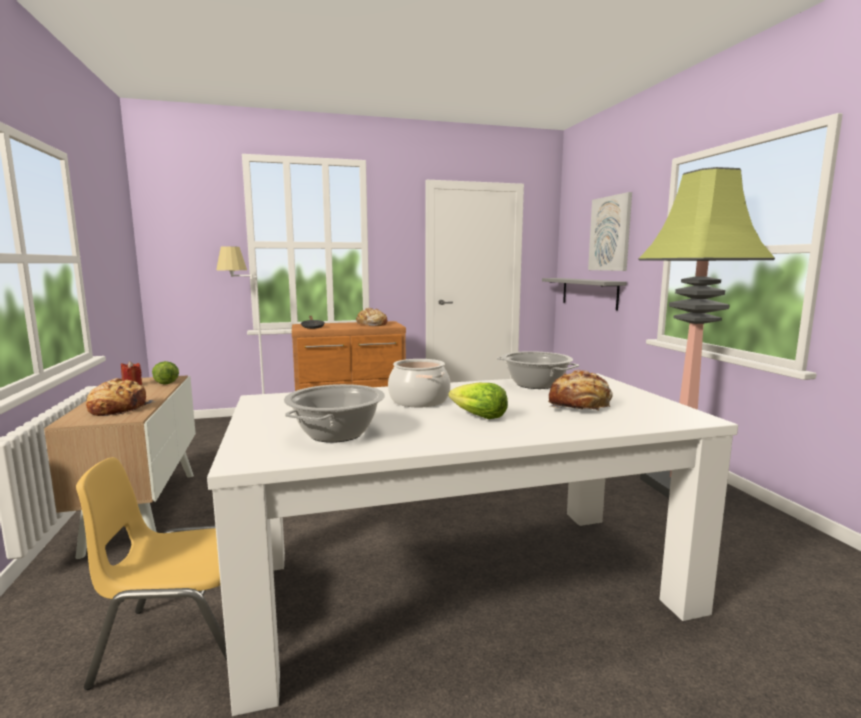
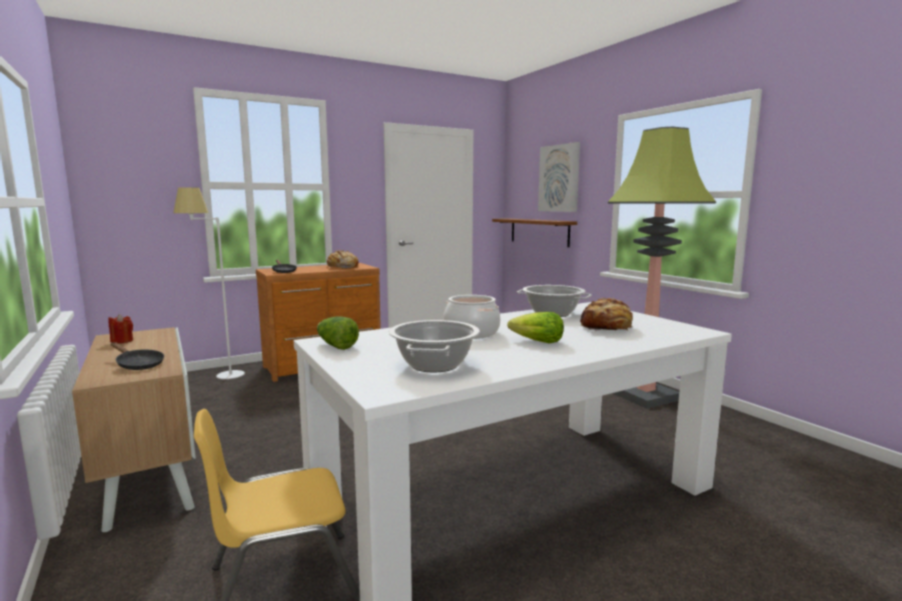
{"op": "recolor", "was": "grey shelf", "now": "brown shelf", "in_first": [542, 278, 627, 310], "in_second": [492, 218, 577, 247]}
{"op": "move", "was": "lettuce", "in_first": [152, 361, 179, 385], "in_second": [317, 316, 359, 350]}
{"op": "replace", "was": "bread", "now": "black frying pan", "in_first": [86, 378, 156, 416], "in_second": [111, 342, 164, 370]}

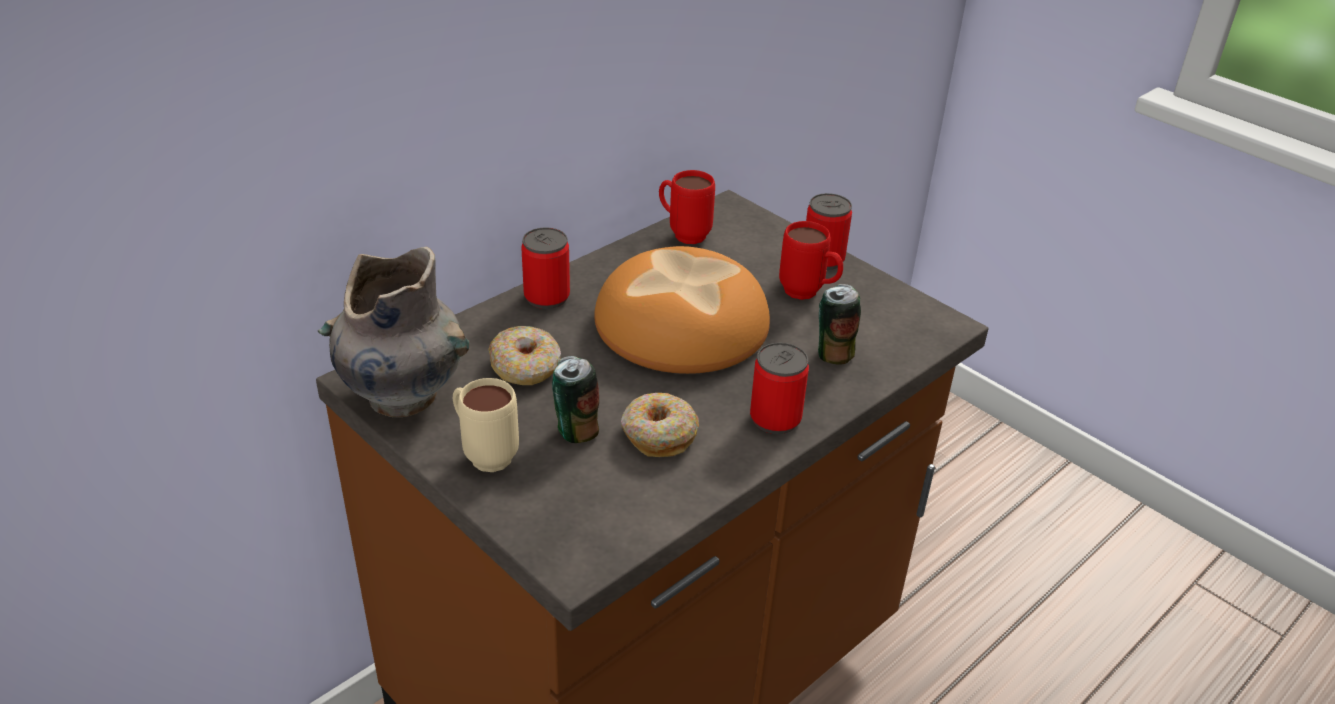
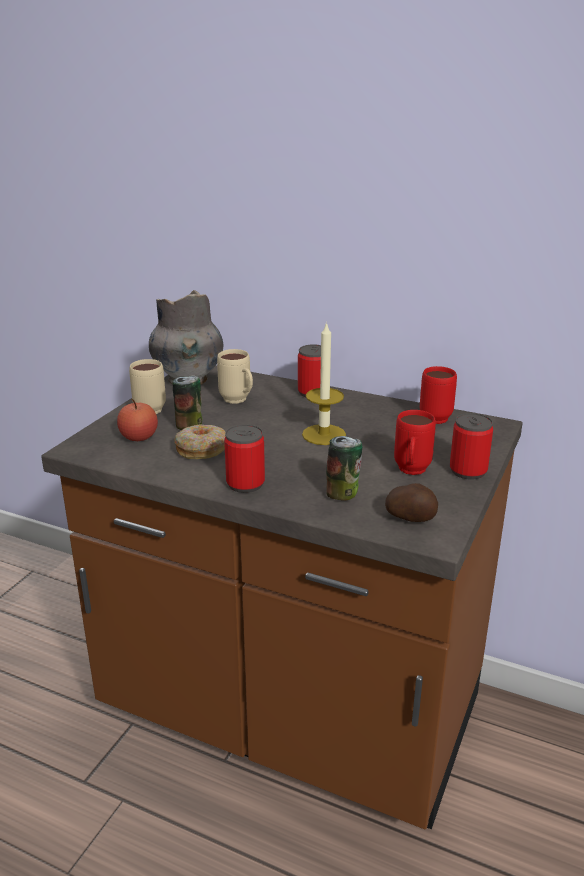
{"op": "replace", "was": "bread", "now": "candle", "in_first": [594, 246, 770, 374], "in_second": [302, 321, 346, 445]}
{"op": "replace", "was": "donut", "now": "beige mug", "in_first": [489, 326, 561, 385], "in_second": [217, 349, 253, 404]}
{"op": "insert", "now": "apple", "in_second": [117, 398, 158, 441]}
{"op": "insert", "now": "potato", "in_second": [385, 483, 438, 522]}

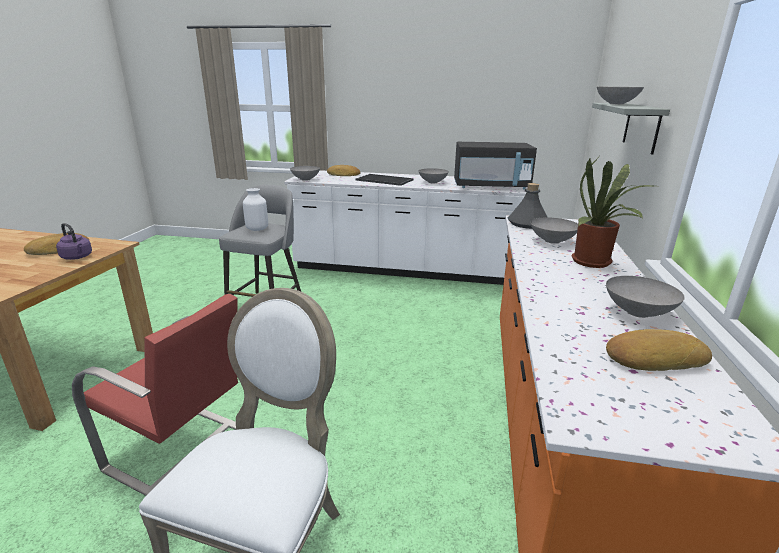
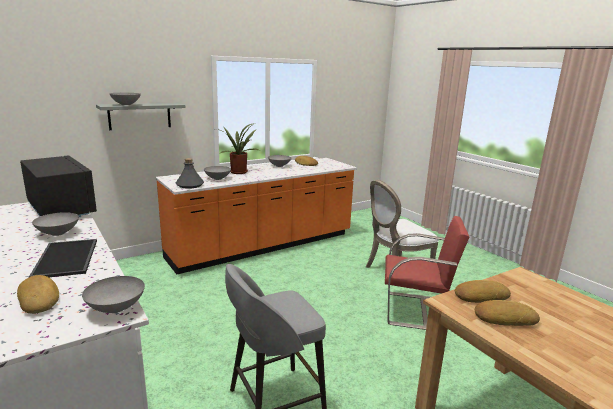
{"op": "delete", "was": "white vase", "in_first": [243, 188, 268, 231]}
{"op": "replace", "was": "purple kettle", "now": "bread", "in_first": [56, 223, 92, 260], "in_second": [455, 280, 511, 303]}
{"op": "rotate", "was": "red chair", "in_first": [72, 294, 238, 496], "in_second": [385, 216, 469, 330], "clockwise": 120}

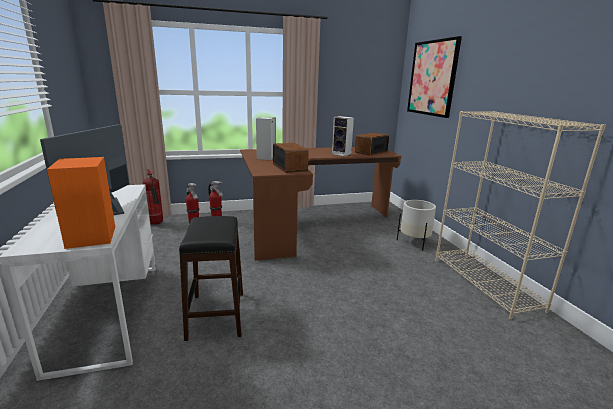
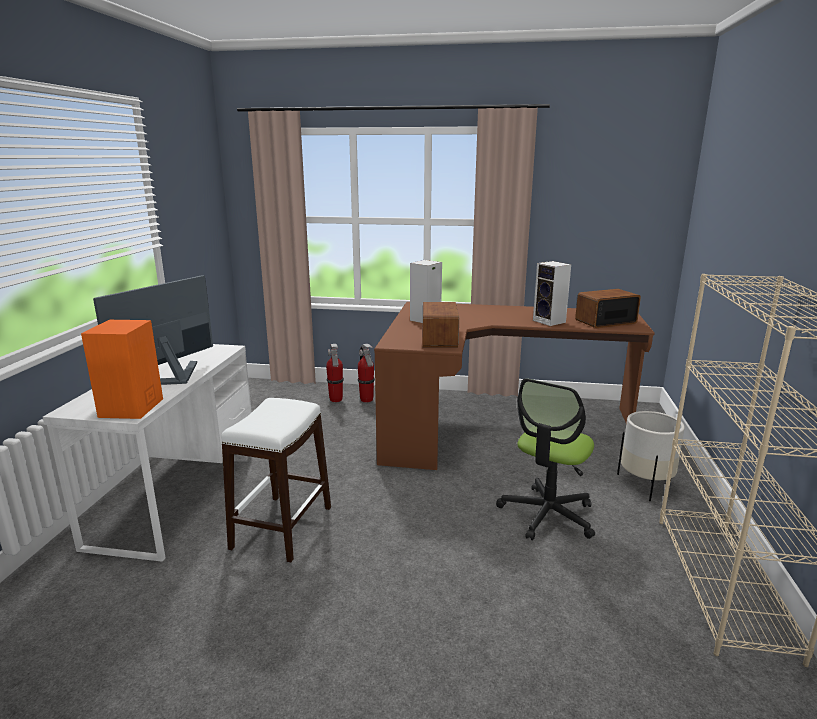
{"op": "delete", "was": "picture", "in_first": [407, 36, 462, 118]}
{"op": "delete", "was": "fire extinguisher", "in_first": [143, 169, 163, 225]}
{"op": "recolor", "was": "black stool", "now": "white stool", "in_first": [179, 216, 243, 341], "in_second": [221, 398, 331, 562]}
{"op": "insert", "now": "office chair", "in_second": [496, 378, 595, 540]}

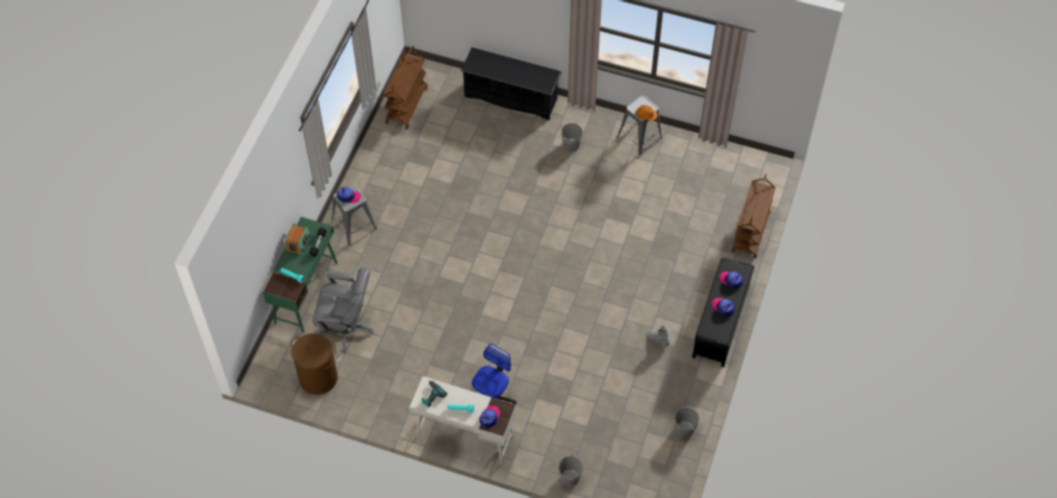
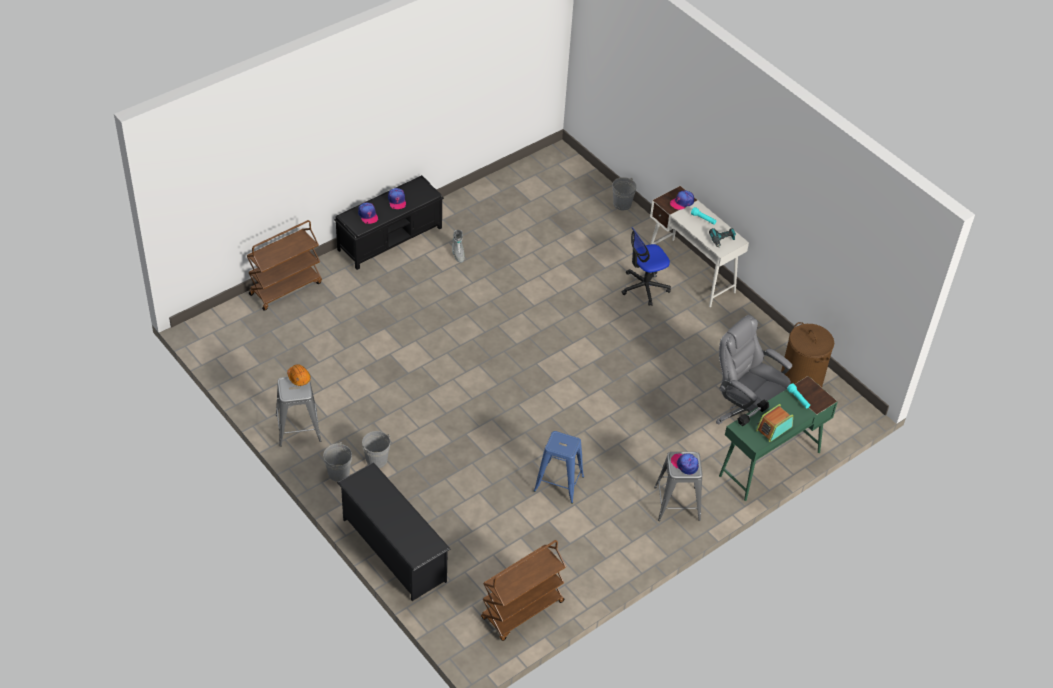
{"op": "move", "was": "grey bucket", "in_first": [675, 406, 699, 438], "in_second": [323, 442, 352, 482]}
{"op": "insert", "now": "blue stool", "in_second": [534, 431, 584, 504]}

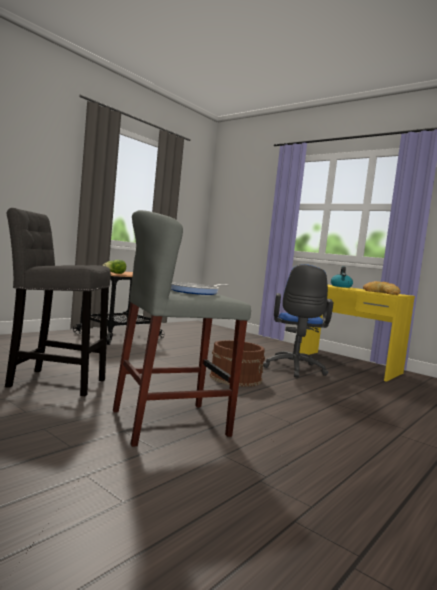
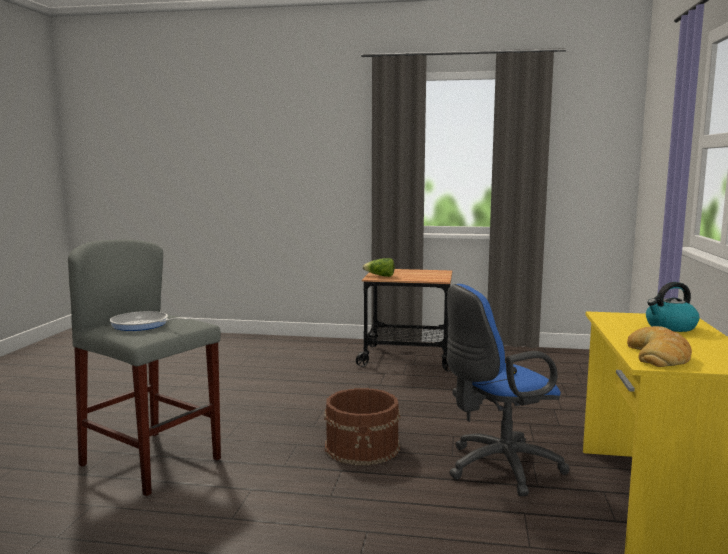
{"op": "delete", "was": "grey stool", "in_first": [5, 208, 111, 396]}

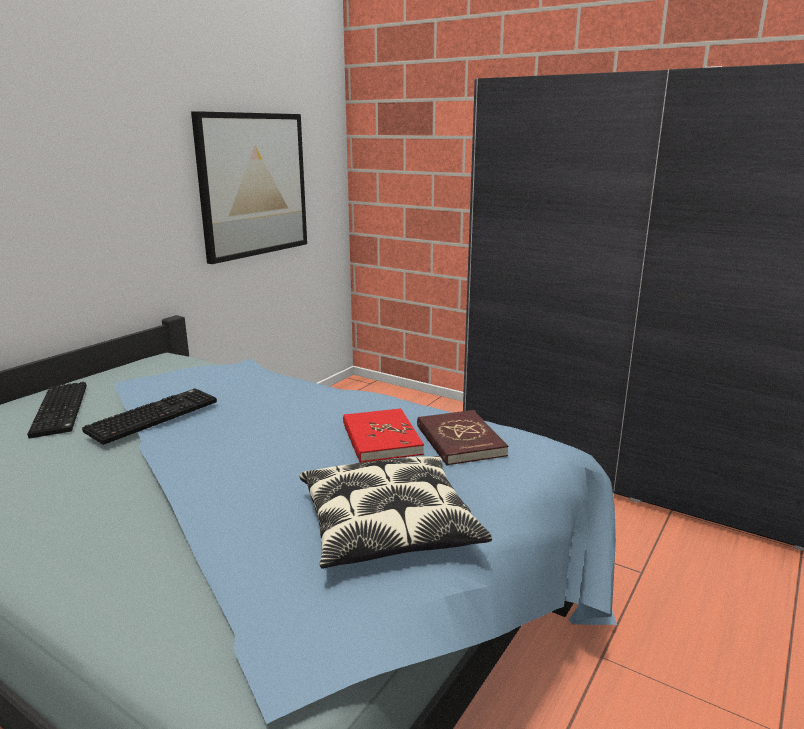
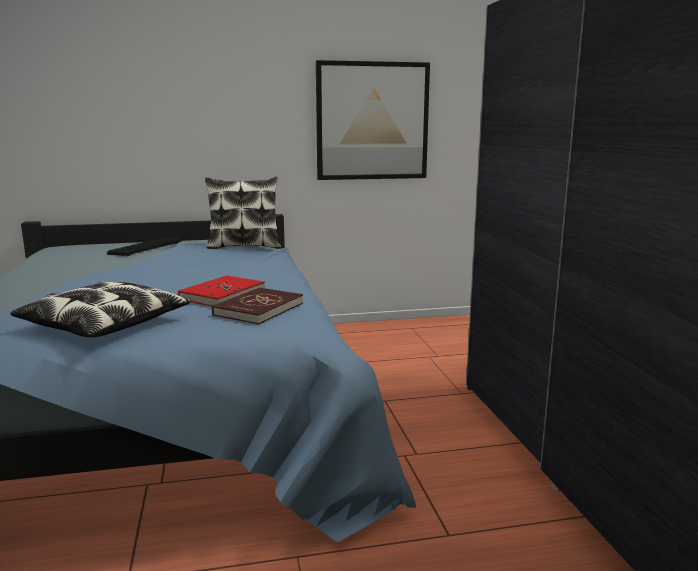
{"op": "delete", "was": "keyboard", "in_first": [82, 388, 217, 445]}
{"op": "insert", "now": "pillow", "in_second": [205, 177, 281, 249]}

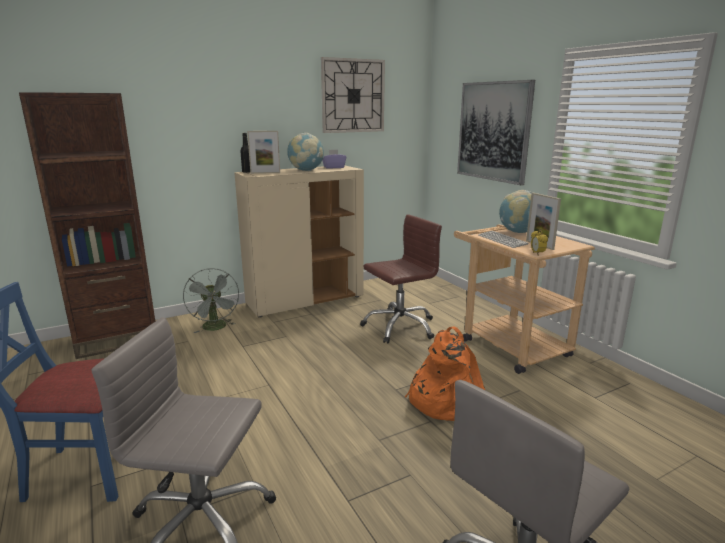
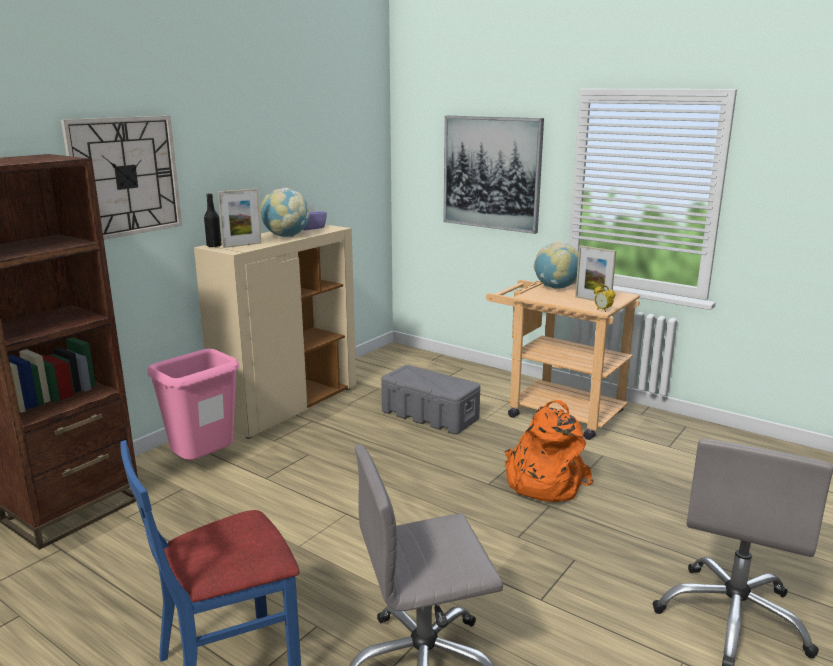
{"op": "move", "was": "wall clock", "in_first": [321, 57, 385, 133], "in_second": [61, 116, 182, 240]}
{"op": "replace", "was": "brown office chair", "now": "grey storage box", "in_first": [360, 214, 442, 343], "in_second": [381, 365, 480, 434]}
{"op": "delete", "was": "keyboard", "in_first": [478, 231, 529, 248]}
{"op": "replace", "was": "grey fan", "now": "pink trash can", "in_first": [183, 268, 239, 333], "in_second": [148, 349, 239, 460]}

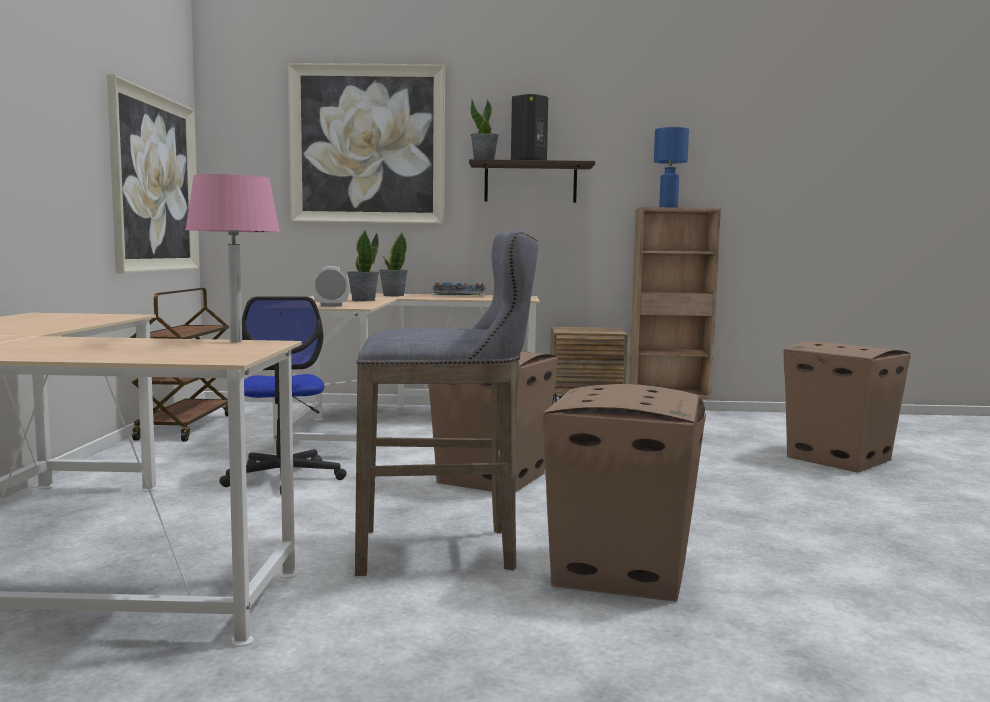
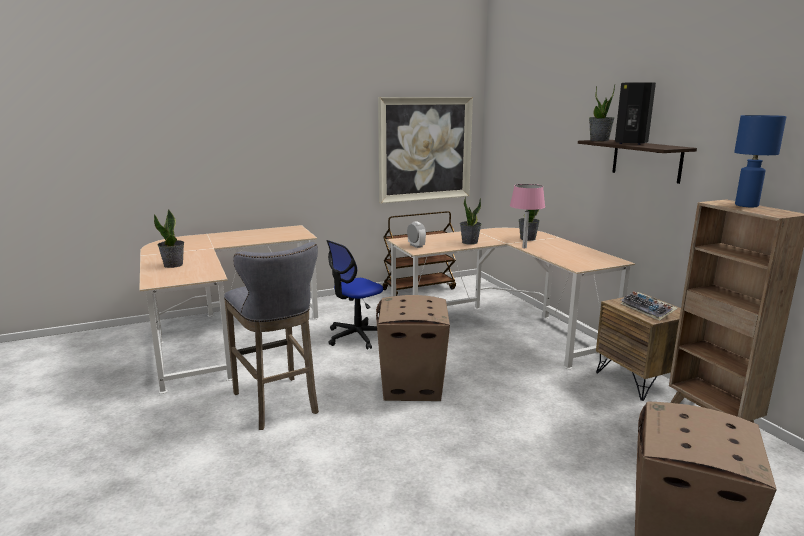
{"op": "delete", "was": "picture", "in_first": [288, 63, 445, 224]}
{"op": "move", "was": "pink table lamp", "in_first": [185, 174, 280, 342], "in_second": [510, 184, 545, 248]}
{"op": "move", "was": "keyboard", "in_first": [431, 282, 486, 296], "in_second": [621, 291, 678, 321]}
{"op": "delete", "was": "cardboard box", "in_first": [542, 384, 706, 602]}
{"op": "insert", "now": "potted plant", "in_second": [154, 210, 184, 268]}

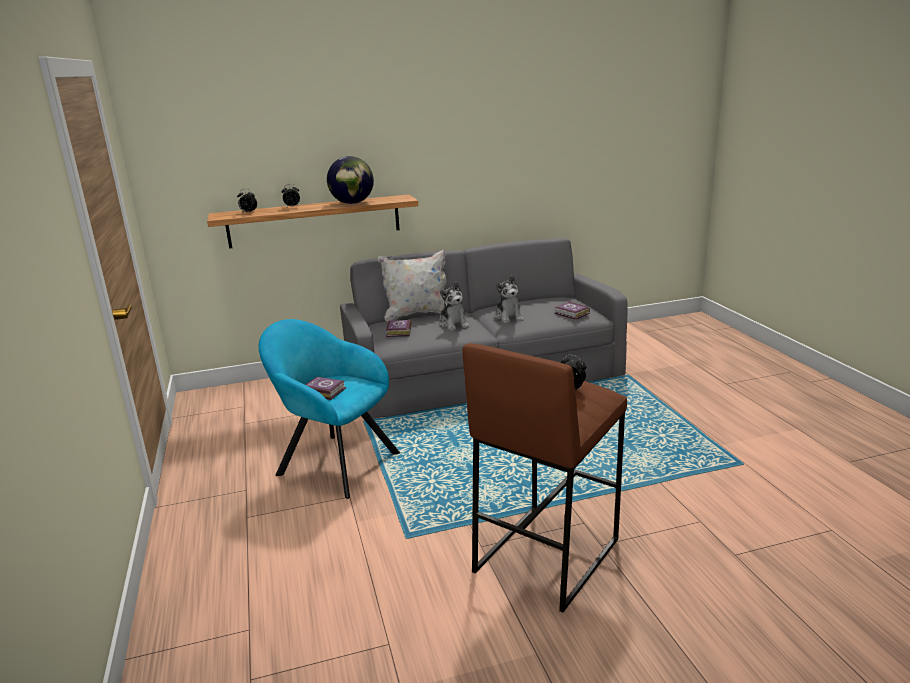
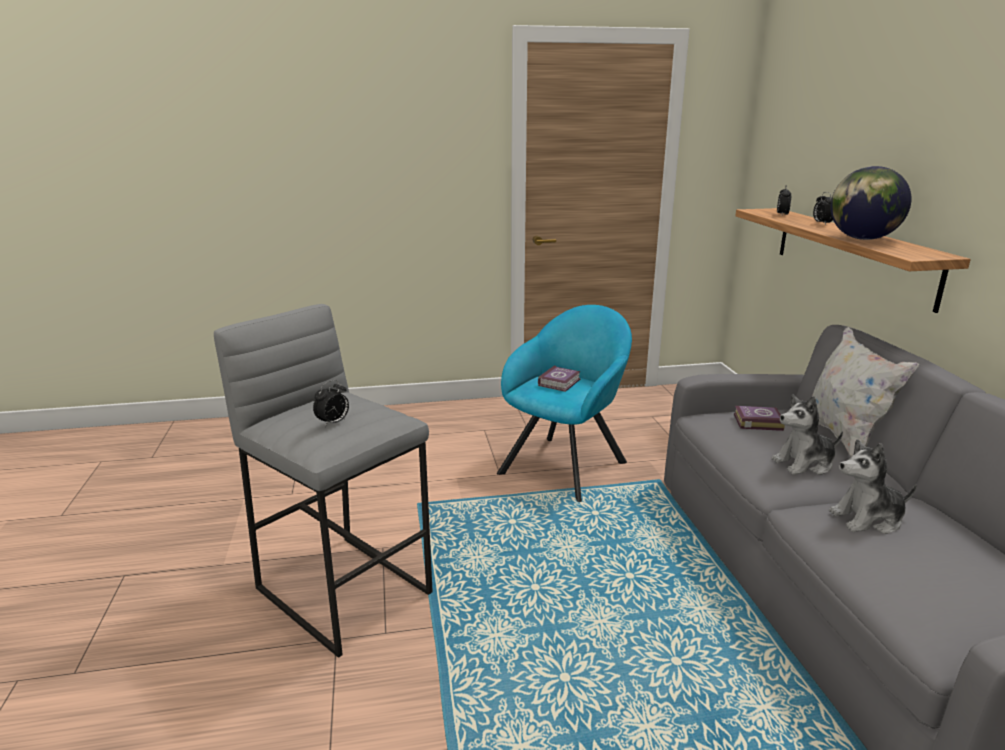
{"op": "delete", "was": "book", "in_first": [554, 301, 590, 320]}
{"op": "recolor", "was": "brown stool", "now": "grey stool", "in_first": [463, 343, 627, 613], "in_second": [214, 304, 433, 658]}

